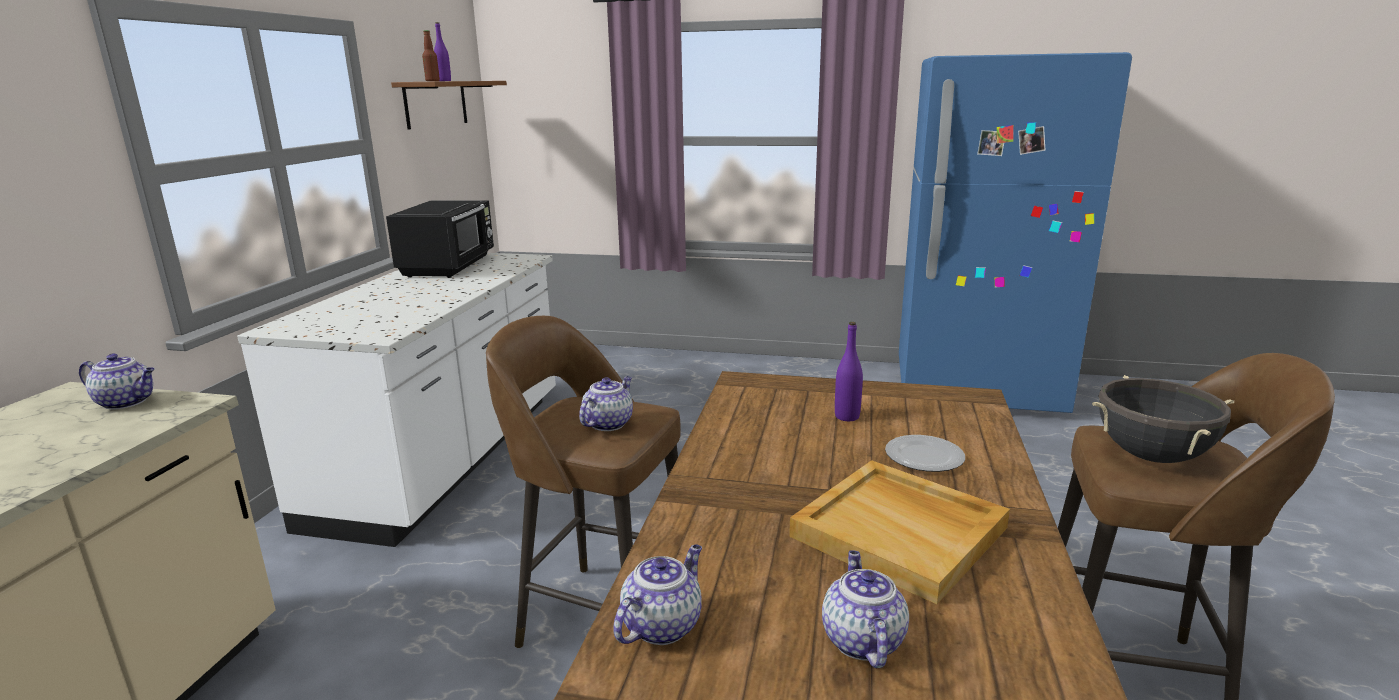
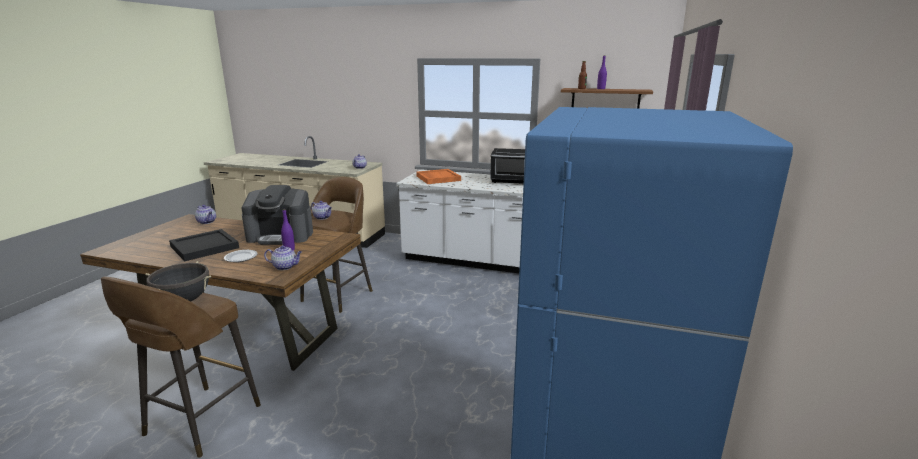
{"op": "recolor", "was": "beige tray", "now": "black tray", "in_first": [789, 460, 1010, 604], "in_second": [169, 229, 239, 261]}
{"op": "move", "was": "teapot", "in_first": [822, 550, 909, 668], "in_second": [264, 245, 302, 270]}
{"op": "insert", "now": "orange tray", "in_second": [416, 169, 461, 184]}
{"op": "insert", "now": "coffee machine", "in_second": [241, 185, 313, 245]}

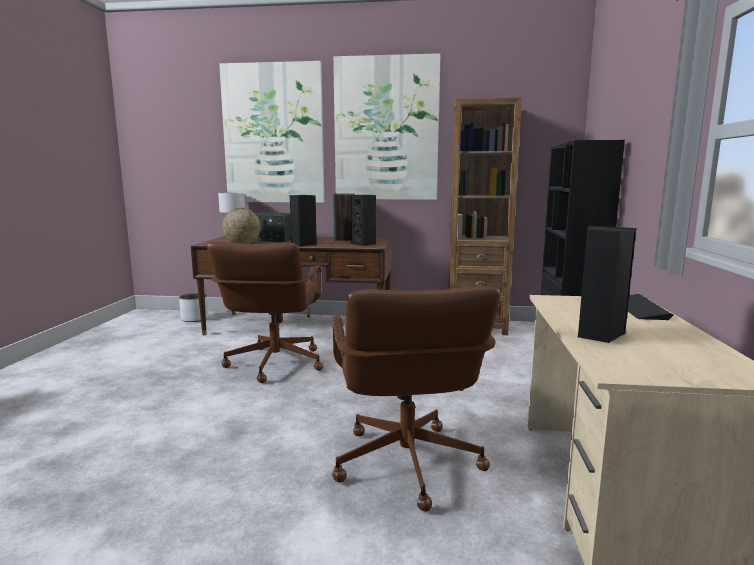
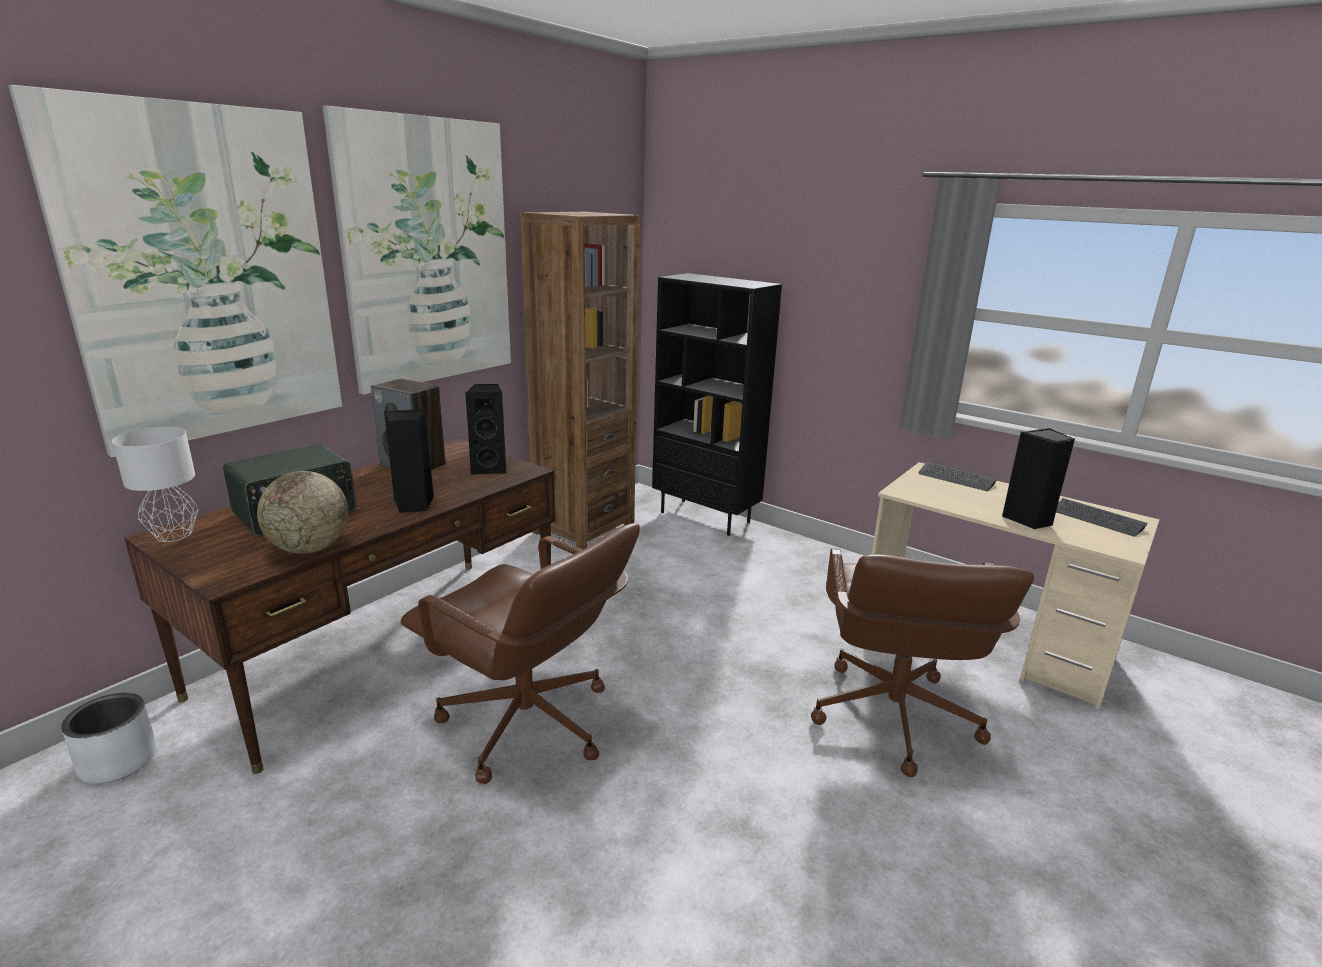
{"op": "rotate", "was": "brown office chair", "in_first": [332, 286, 500, 512], "in_second": [811, 548, 1034, 777], "clockwise": 75}
{"op": "insert", "now": "keyboard", "in_second": [1056, 498, 1148, 537]}

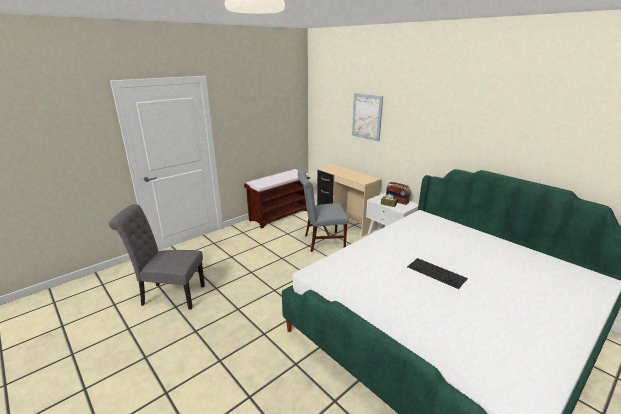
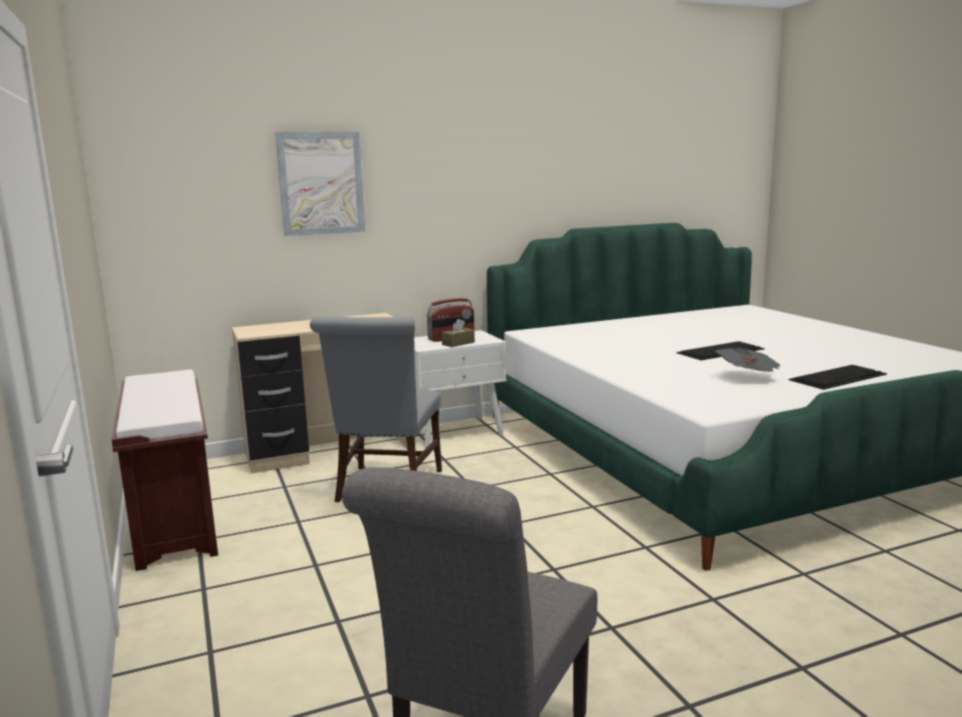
{"op": "insert", "now": "newspaper", "in_second": [715, 348, 780, 372]}
{"op": "insert", "now": "keyboard", "in_second": [788, 365, 887, 390]}

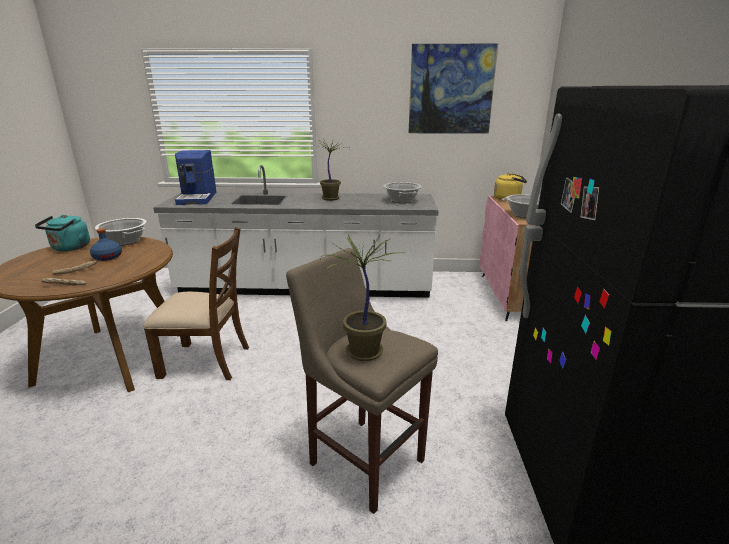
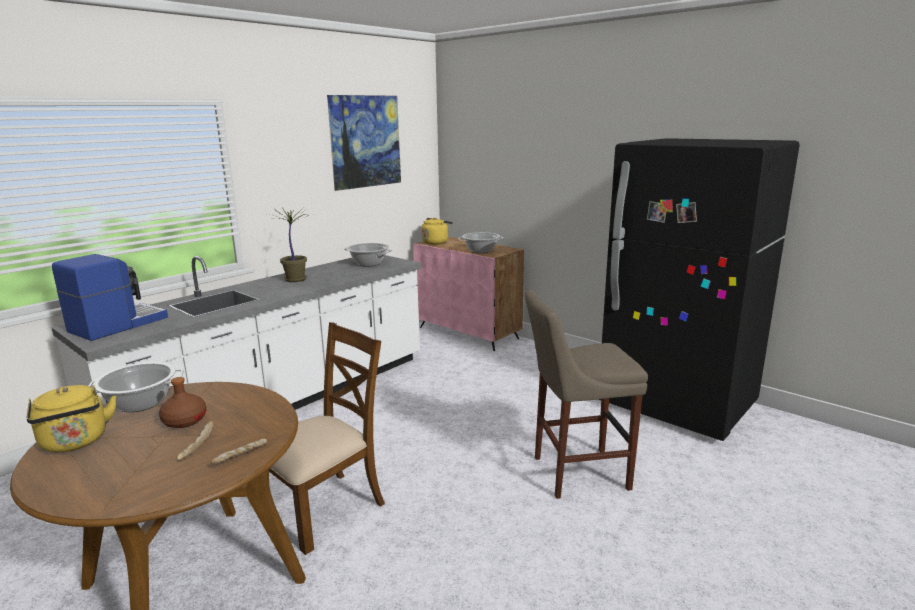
{"op": "rotate", "was": "coffee machine", "in_first": [175, 150, 216, 205], "in_second": [52, 254, 168, 341], "clockwise": -90}
{"op": "recolor", "was": "turquoise kettle", "now": "yellow kettle", "in_first": [35, 215, 90, 251], "in_second": [27, 385, 117, 452]}
{"op": "recolor", "was": "blue bottle", "now": "brown bottle", "in_first": [90, 228, 122, 261], "in_second": [159, 377, 206, 428]}
{"op": "delete", "was": "potted plant", "in_first": [320, 235, 406, 361]}

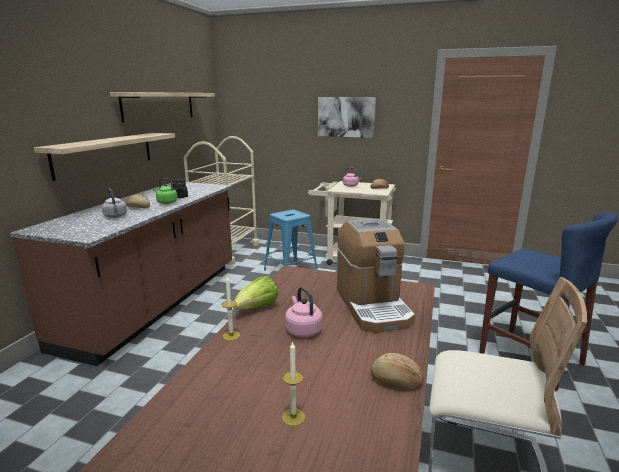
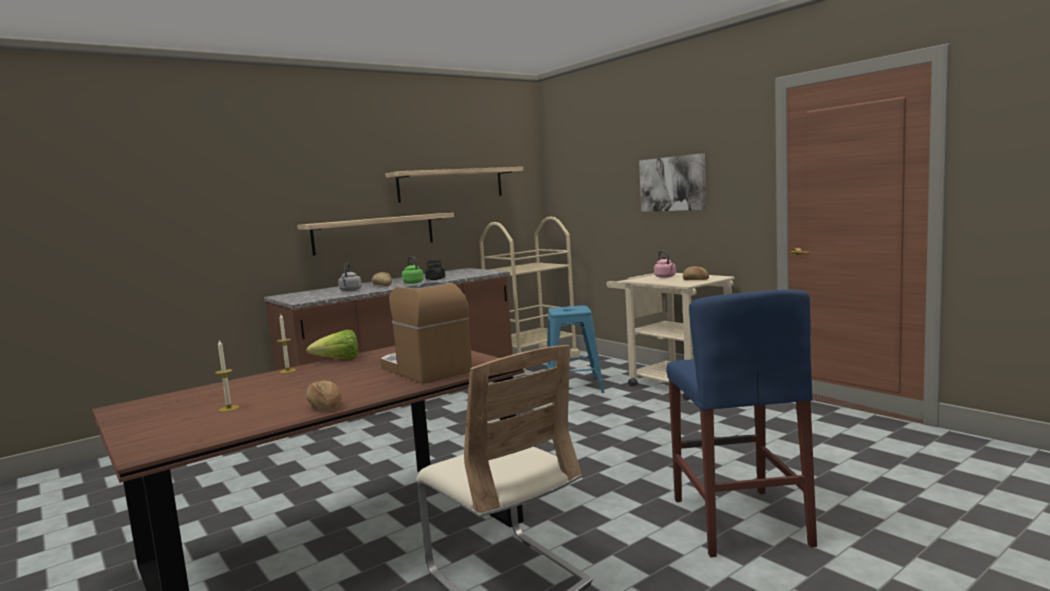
{"op": "rotate", "was": "coffee machine", "in_first": [337, 219, 415, 333], "in_second": [380, 281, 472, 384], "clockwise": 120}
{"op": "delete", "was": "pink kettle", "in_first": [285, 287, 322, 337]}

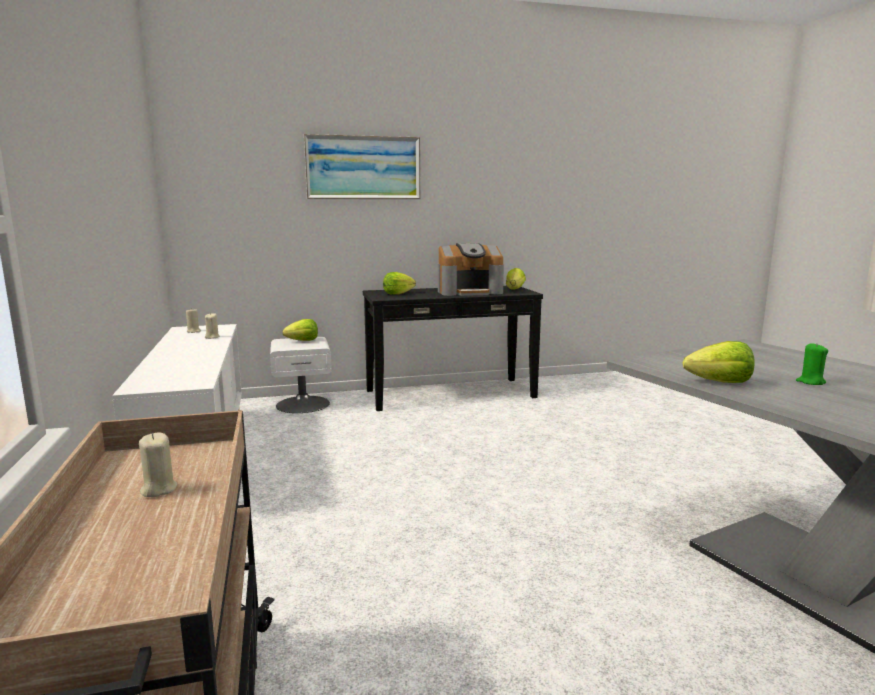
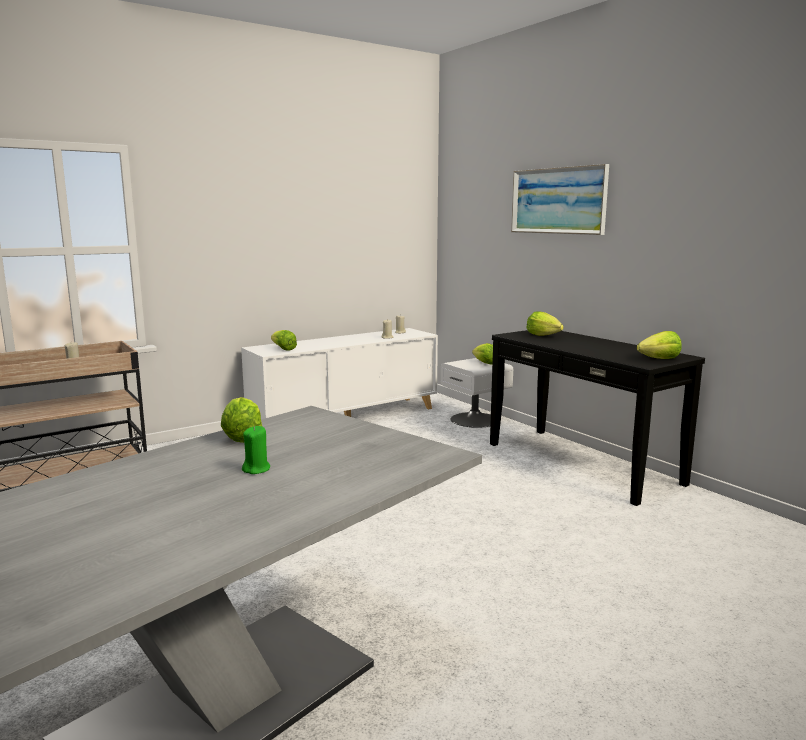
{"op": "delete", "was": "coffee machine", "in_first": [438, 243, 504, 296]}
{"op": "insert", "now": "lettuce", "in_second": [271, 330, 297, 351]}

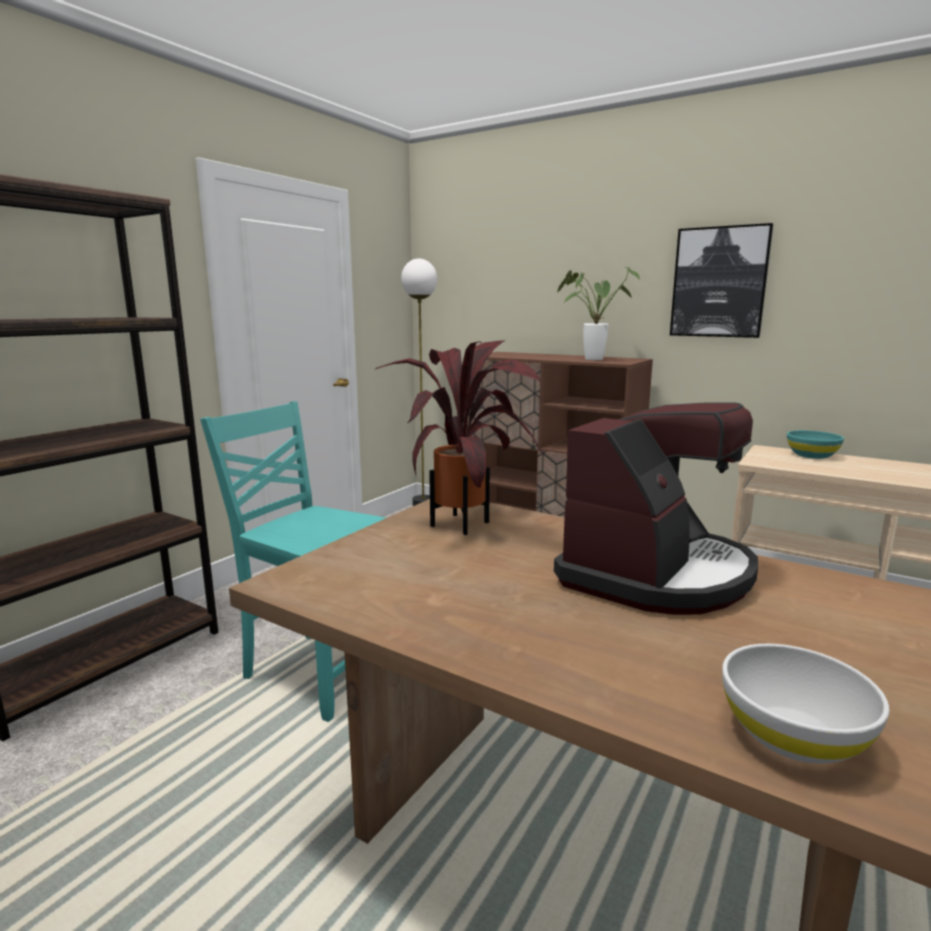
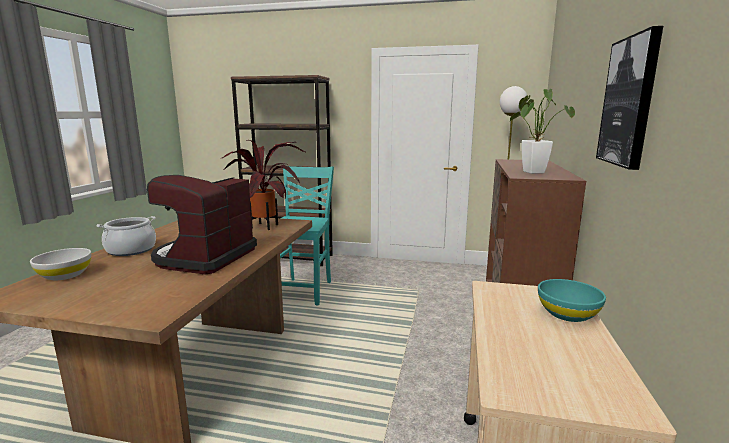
{"op": "rotate", "was": "coffee machine", "in_first": [554, 402, 758, 615], "in_second": [147, 175, 257, 275], "clockwise": 90}
{"op": "insert", "now": "cooking pot", "in_second": [96, 216, 156, 256]}

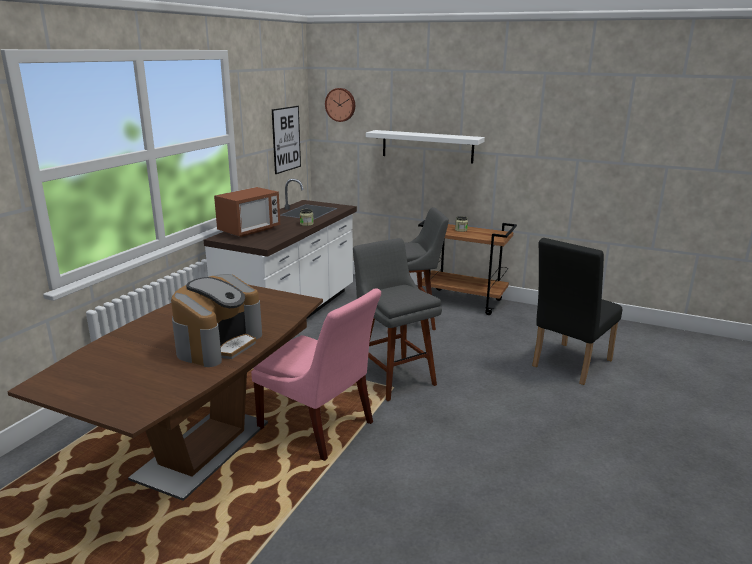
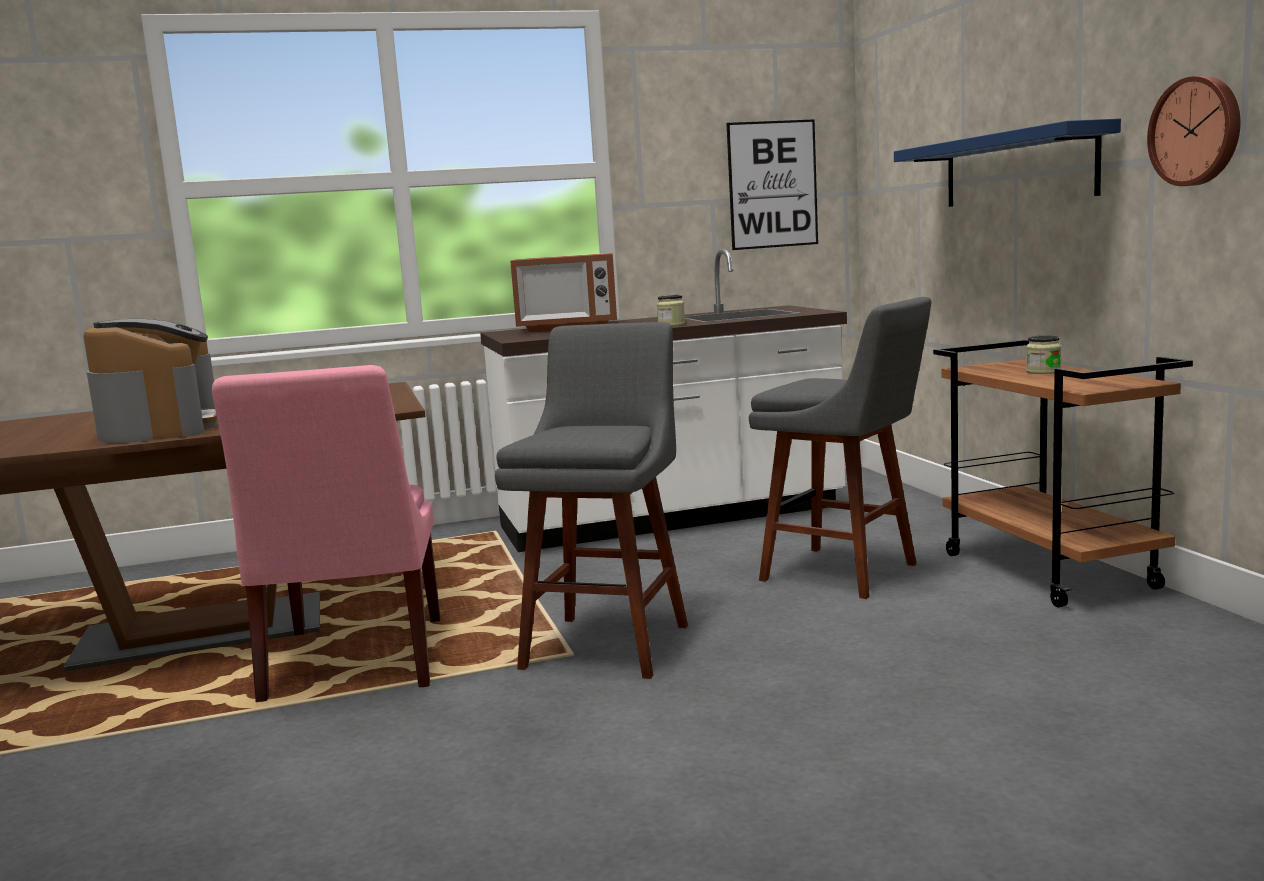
{"op": "move", "was": "wall clock", "in_first": [325, 88, 355, 122], "in_second": [1147, 76, 1241, 186]}
{"op": "recolor", "was": "white shelf", "now": "blue shelf", "in_first": [366, 130, 485, 163], "in_second": [894, 119, 1121, 207]}
{"op": "delete", "was": "black chair", "in_first": [532, 238, 622, 385]}
{"op": "rotate", "was": "coffee machine", "in_first": [171, 274, 262, 367], "in_second": [83, 319, 218, 443], "clockwise": -90}

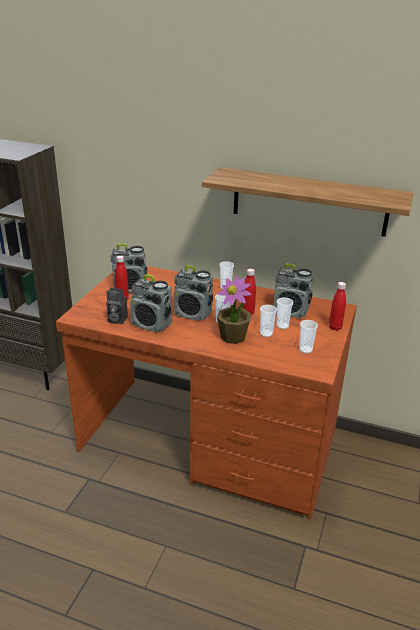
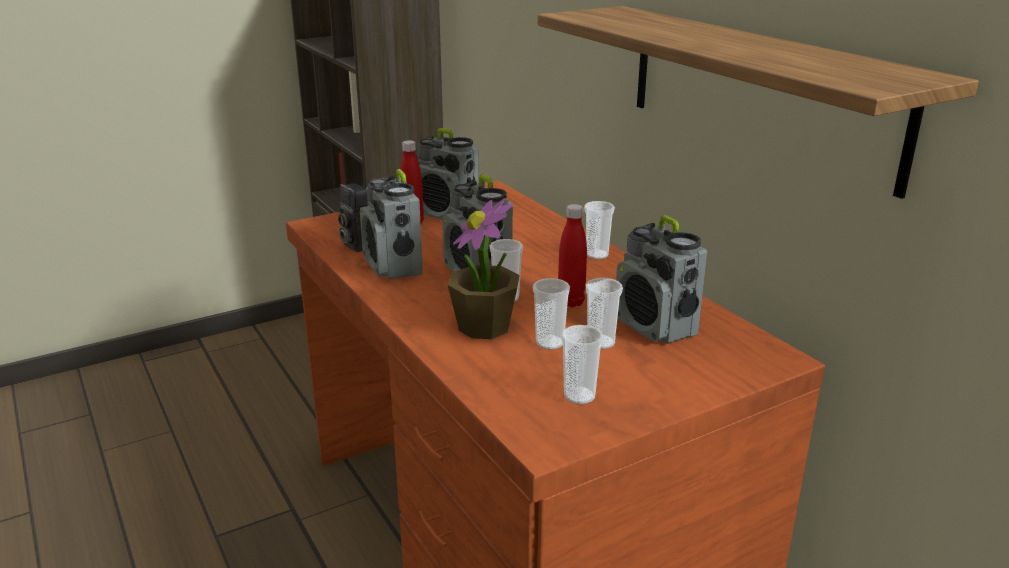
{"op": "delete", "was": "red bottle", "in_first": [329, 282, 346, 331]}

